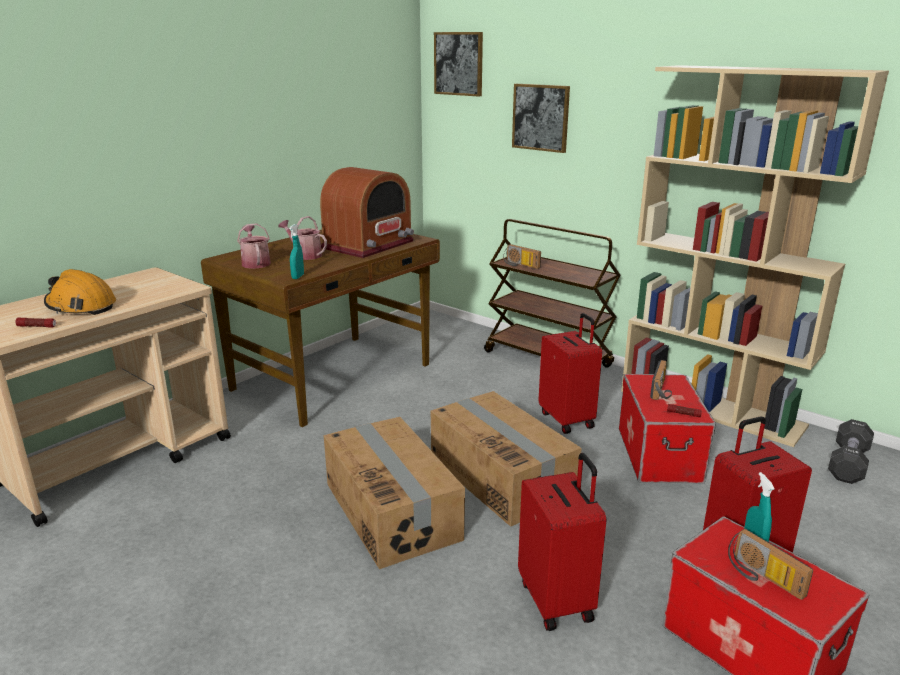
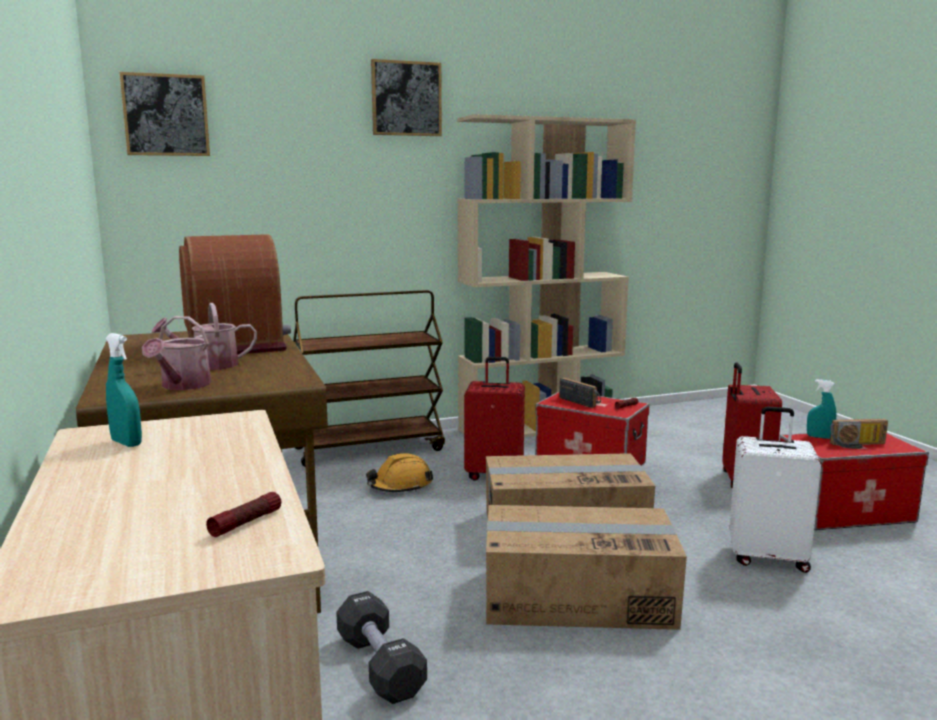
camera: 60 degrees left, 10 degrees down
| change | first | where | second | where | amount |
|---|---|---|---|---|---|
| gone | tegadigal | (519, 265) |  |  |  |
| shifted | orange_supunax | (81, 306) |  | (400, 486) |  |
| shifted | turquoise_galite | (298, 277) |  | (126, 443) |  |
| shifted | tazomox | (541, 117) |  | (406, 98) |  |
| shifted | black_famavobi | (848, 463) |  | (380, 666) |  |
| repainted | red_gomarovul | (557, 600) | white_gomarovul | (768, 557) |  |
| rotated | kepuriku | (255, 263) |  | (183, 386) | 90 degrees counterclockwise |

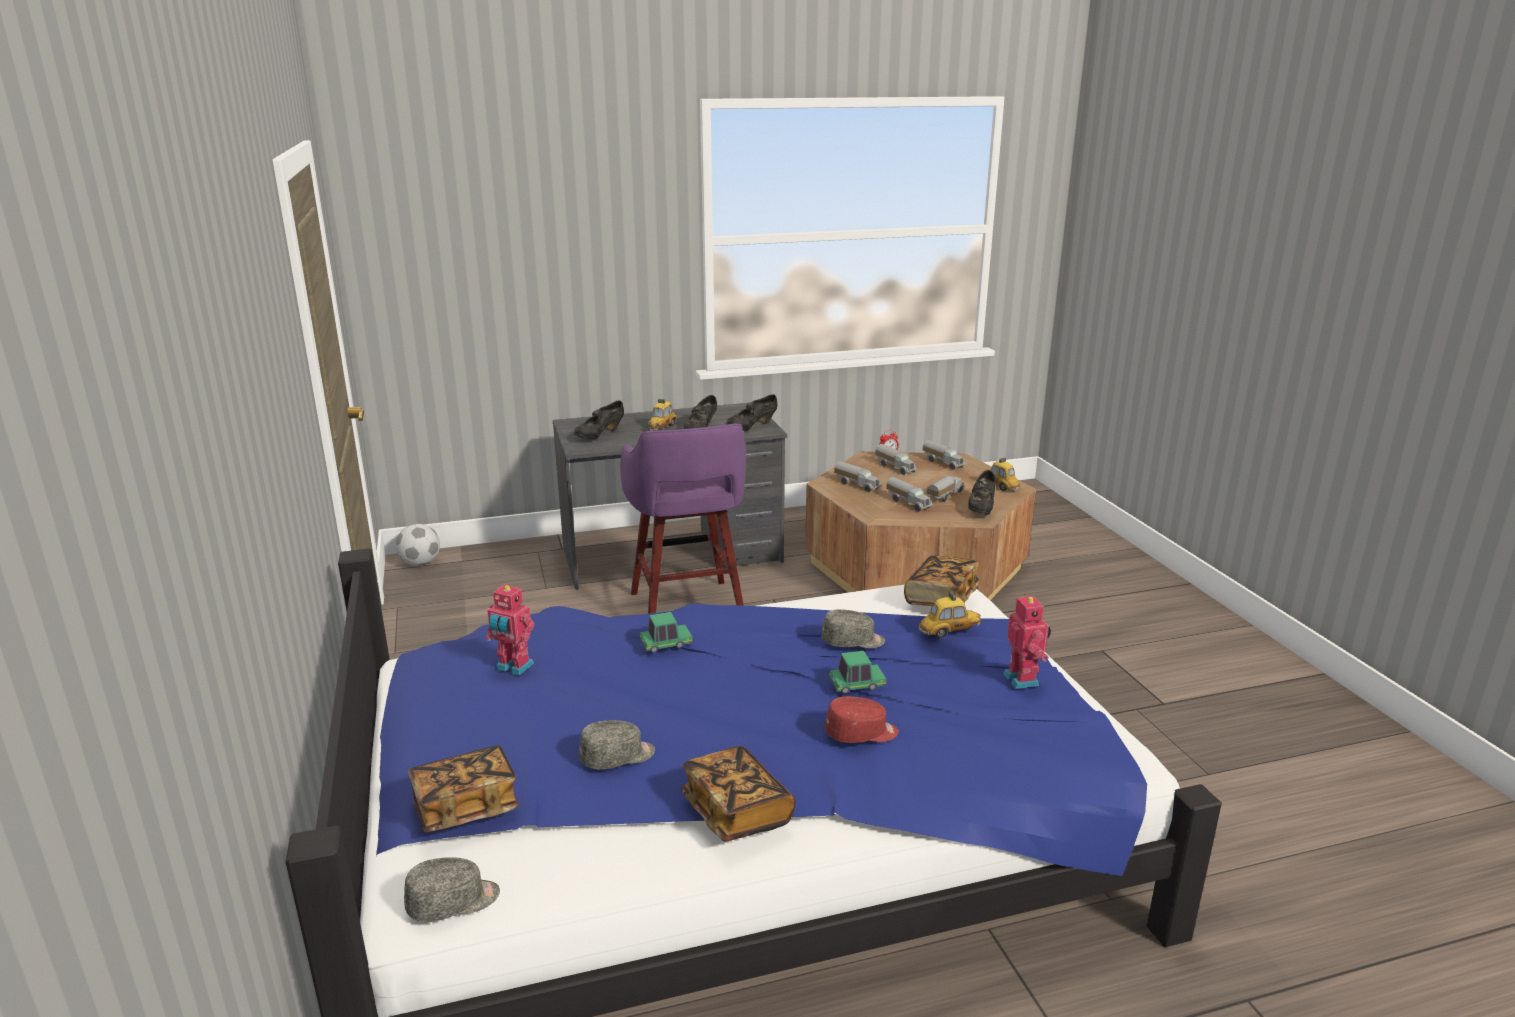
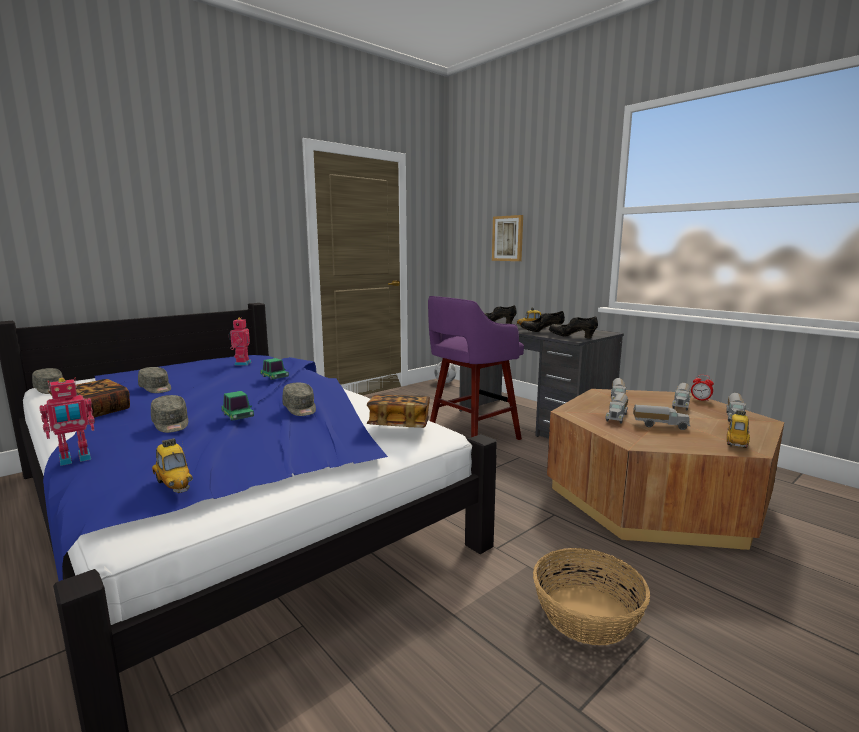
camera: 65 degrees right, 10 degrees down
| change | first | where | second | where | amount |
|---|---|---|---|---|---|
| gone | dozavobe | (466, 807) |  |  |  |
| gone | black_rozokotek | (981, 509) |  |  |  |
| new |  |  | tazomox | (508, 238) |  |
| new |  |  | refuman | (586, 615) |  |
| shifted | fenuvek | (949, 631) |  | (174, 485) |  |
| shifted | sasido | (1023, 679) |  | (75, 459) |  |
| repainted | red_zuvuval | (861, 733) | grey_zuvuval | (171, 424) |  |

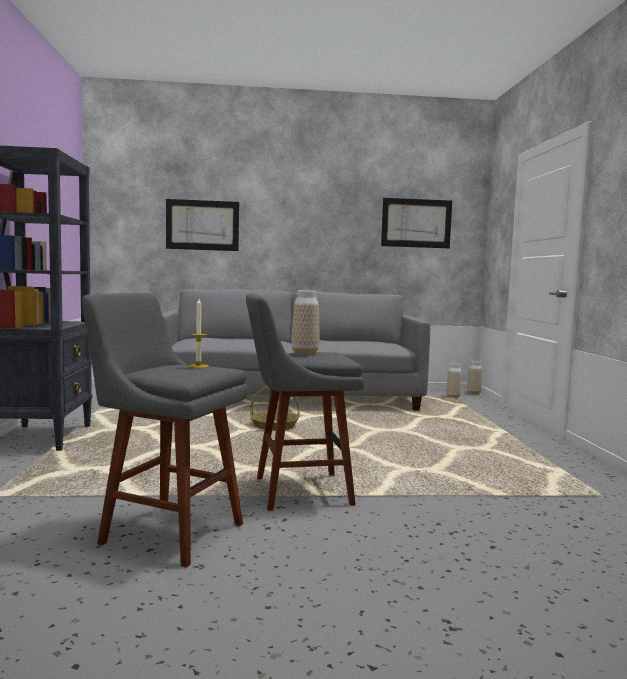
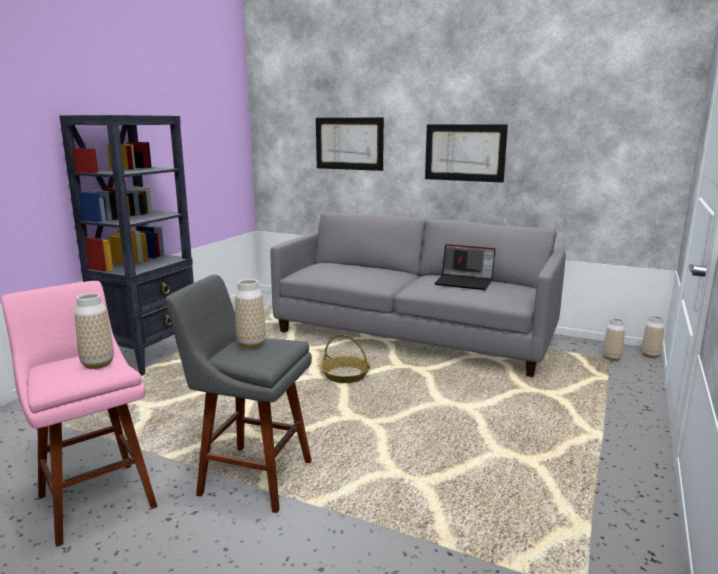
camera: 30 degrees right, 10 degrees up
| change | first | where | second | where | amount |
|---|---|---|---|---|---|
| new |  |  | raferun | (465, 282) |  |
| shifted | tazomox | (416, 223) |  | (464, 152) |  |
| swapped | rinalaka | (198, 366) | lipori | (98, 364) |  |
| repainted | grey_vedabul | (167, 532) | pink_vedabul | (95, 497) |  |

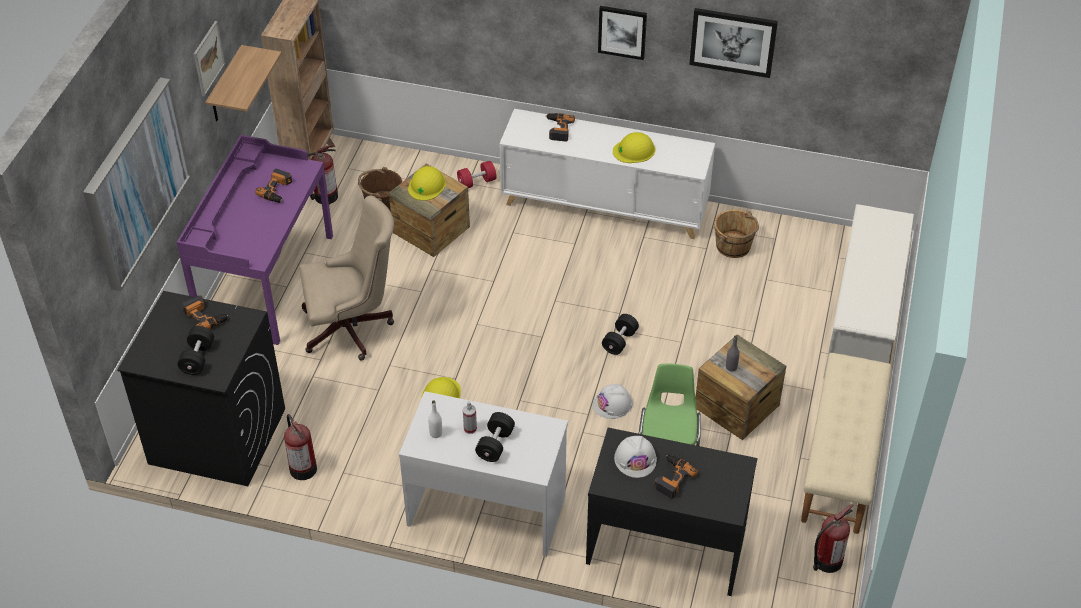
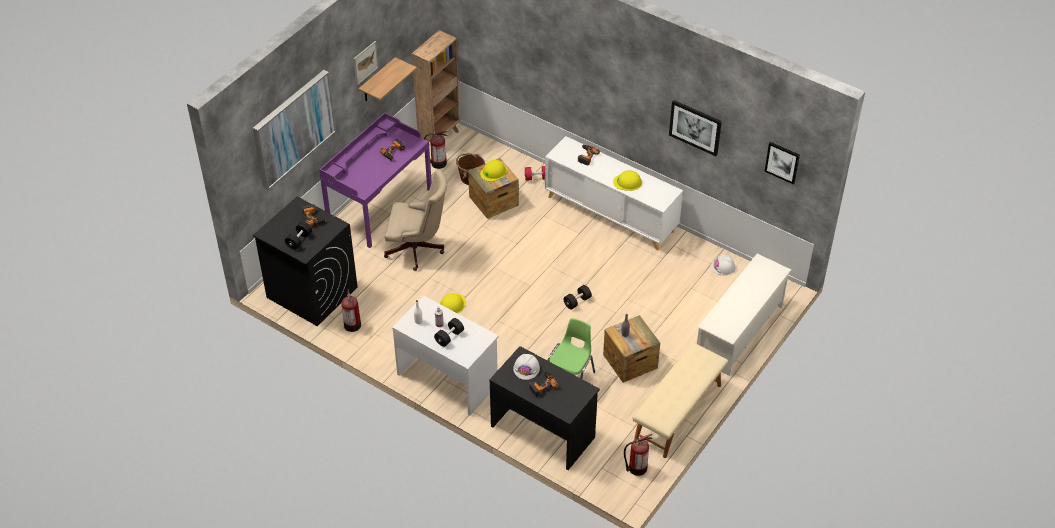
camera: 20 degrees right, 0 degrees up
| change | first | where | second | where | amount |
|---|---|---|---|---|---|
| gone | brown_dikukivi | (733, 246) |  |  |  |
| shifted | white_supunax | (612, 404) |  | (723, 267) |  |
| shifted | tazomox | (622, 31) |  | (782, 162) |  |

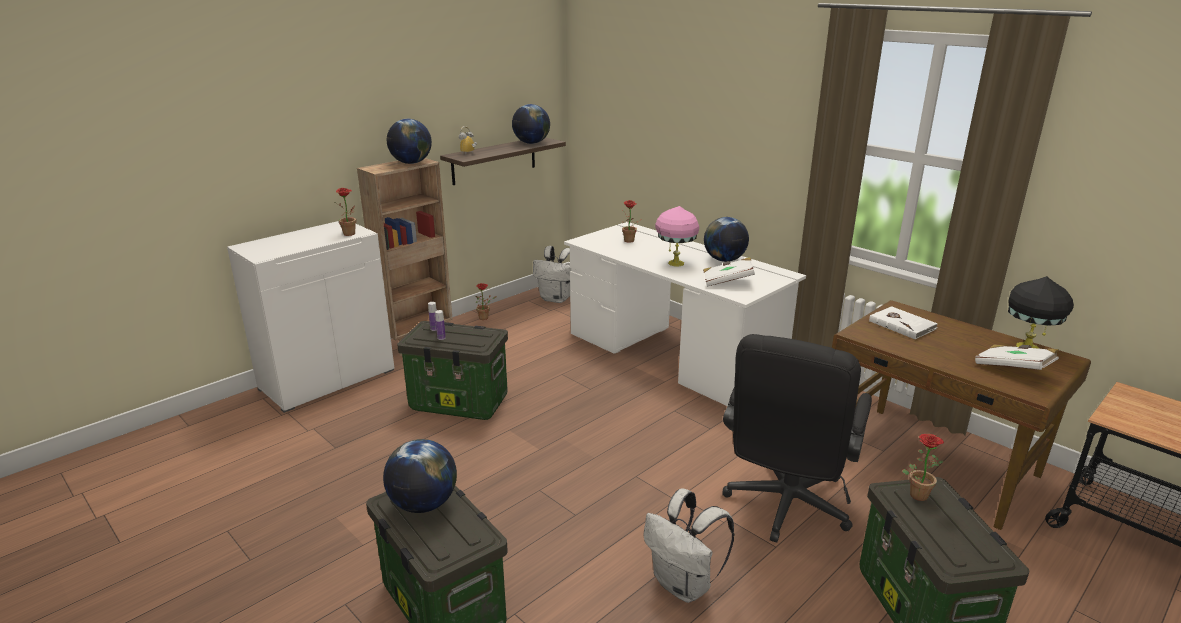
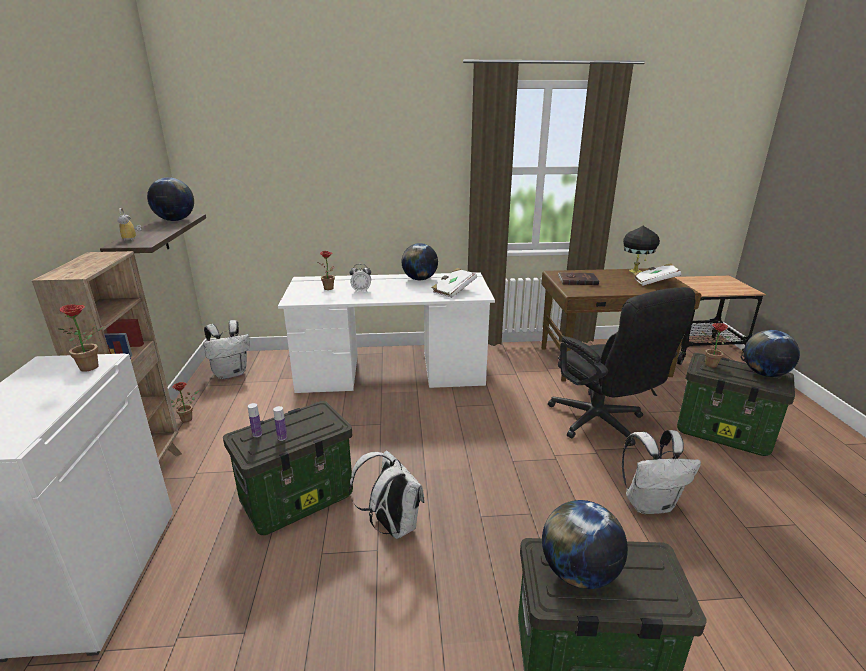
camera: 50 degrees left, 0 degrees up
| change | first | where | second | where | amount |
|---|---|---|---|---|---|
| gone | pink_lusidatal | (675, 263) |  |  |  |
| new |  |  | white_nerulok | (391, 525) |  |
| new |  |  | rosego | (361, 291) |  |
| shifted | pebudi | (411, 163) |  | (764, 374) |  |
| repainted | white_dozavobe | (902, 324) | brown_dozavobe | (577, 280) |  |

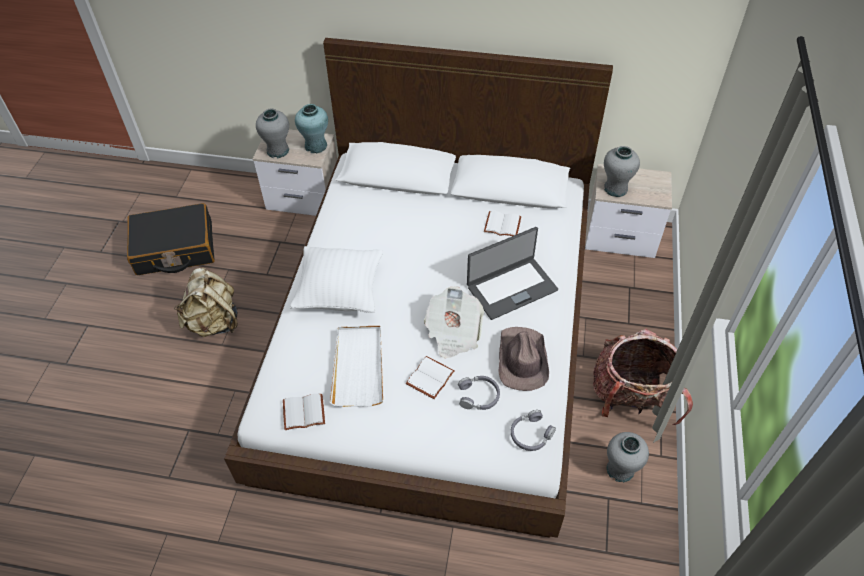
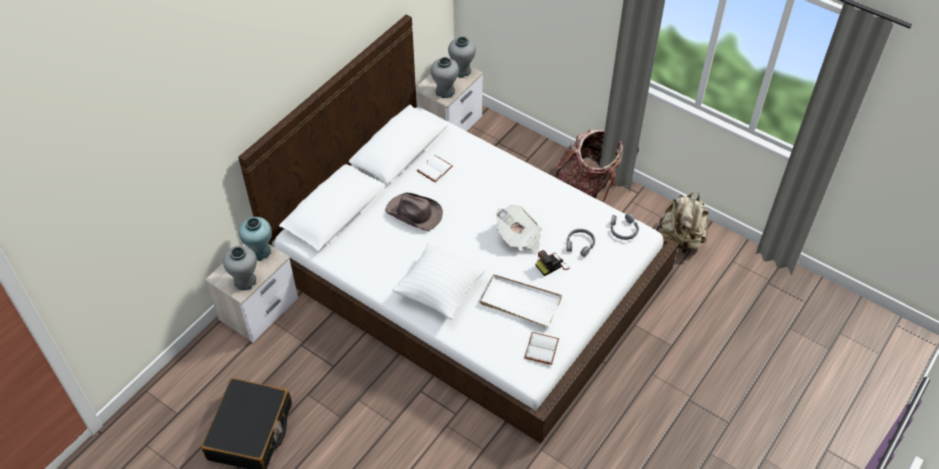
camera: 65 degrees left, 0 degrees up
| change | first | where | second | where | amount |
|---|---|---|---|---|---|
| gone | raferun | (511, 287) |  |  |  |
| shifted | beige_nerulok | (214, 322) |  | (681, 239) |  |
| shifted | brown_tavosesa | (522, 360) |  | (414, 213) |  |
| shifted | grey_lipori | (620, 470) |  | (461, 71) |  |
| swapped | white_dozavobe | (431, 379) | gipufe | (552, 265) |  |

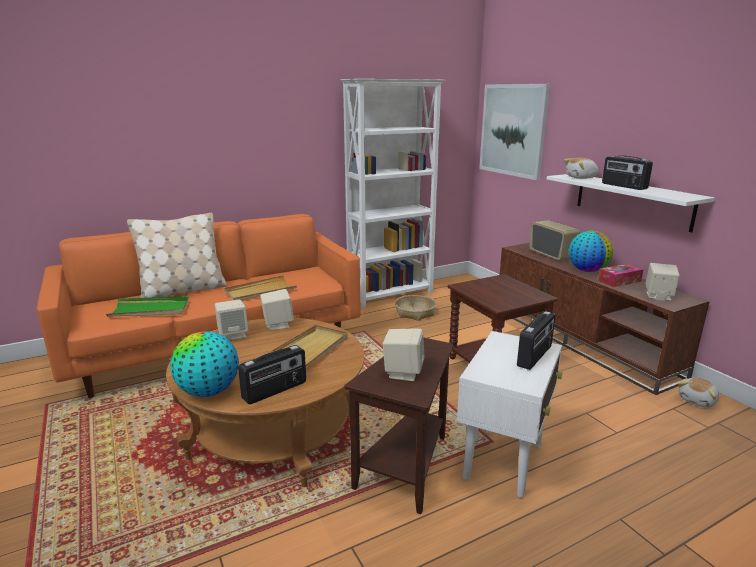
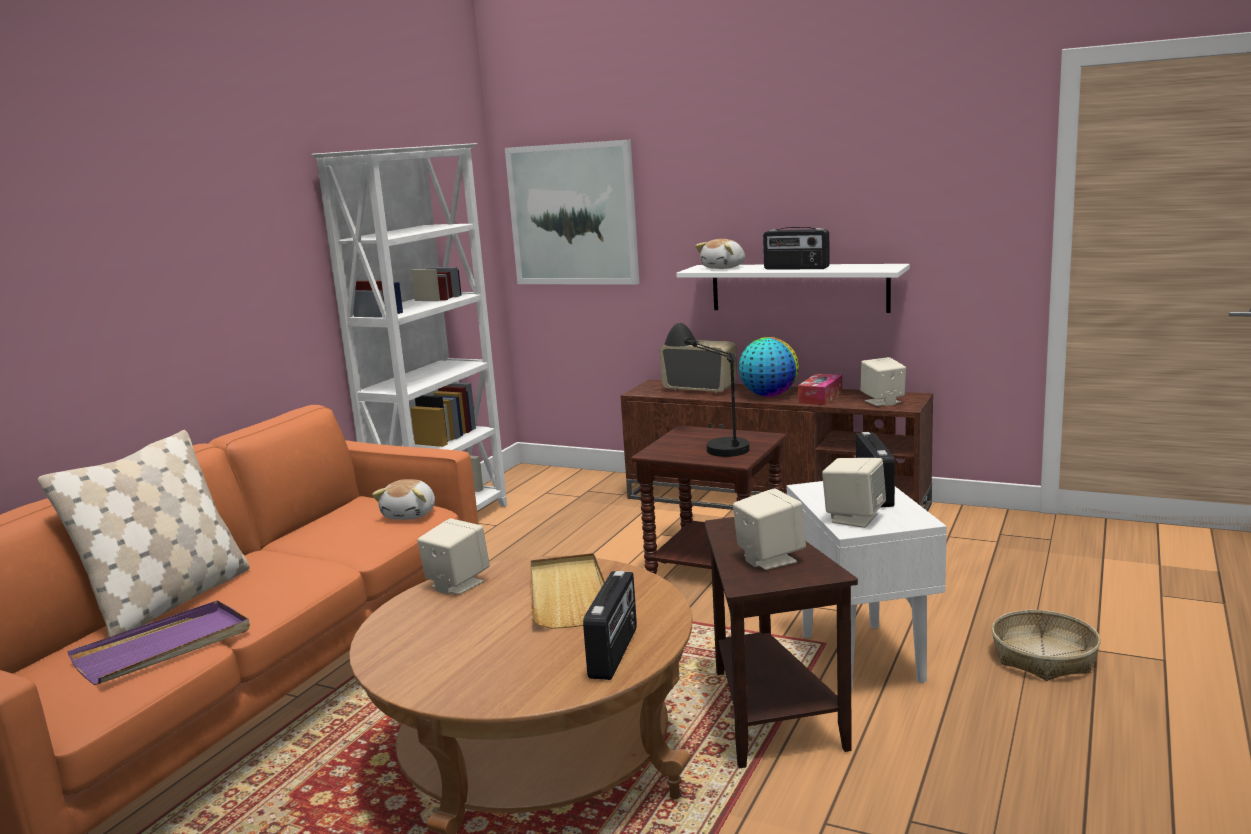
camera: 35 degrees left, 5 degrees down
| change | first | where | second | where | amount |
|---|---|---|---|---|---|
| gone | pebudi | (208, 392) |  |  |  |
| gone | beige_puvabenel | (260, 291) |  |  |  |
| new |  |  | black_lusidatal | (708, 441) |  |
| shifted | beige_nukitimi | (233, 335) |  | (854, 518) |  |
| shifted | refuman | (415, 313) |  | (1044, 657) |  |
| shifted | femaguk | (698, 400) |  | (411, 514) |  |
| repainted | green_puvabenel | (150, 310) | purple_puvabenel | (164, 647) |  |

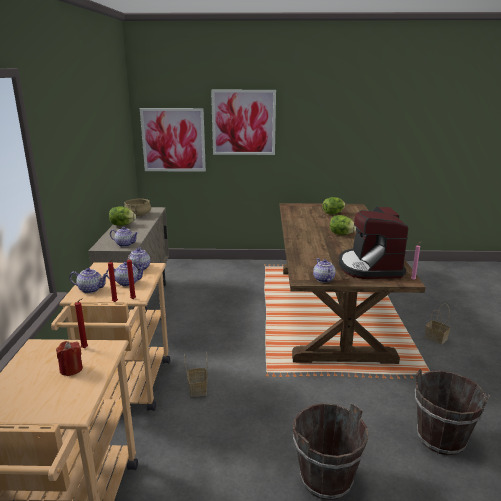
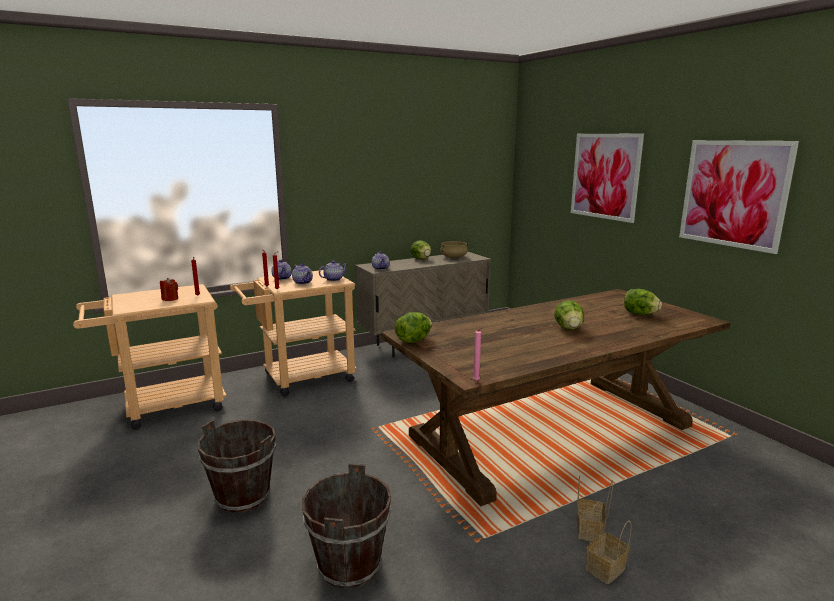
camera: 60 degrees right, 5 degrees down
| change | first | where | second | where | amount |
|---|---|---|---|---|---|
| gone | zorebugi | (369, 267) |  |  |  |
| shifted | tazomox | (173, 140) |  | (733, 194) |  |
| shifted | refuman | (197, 389) |  | (605, 567) |  |
| swapped | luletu | (323, 279) | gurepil | (413, 340) |  |

